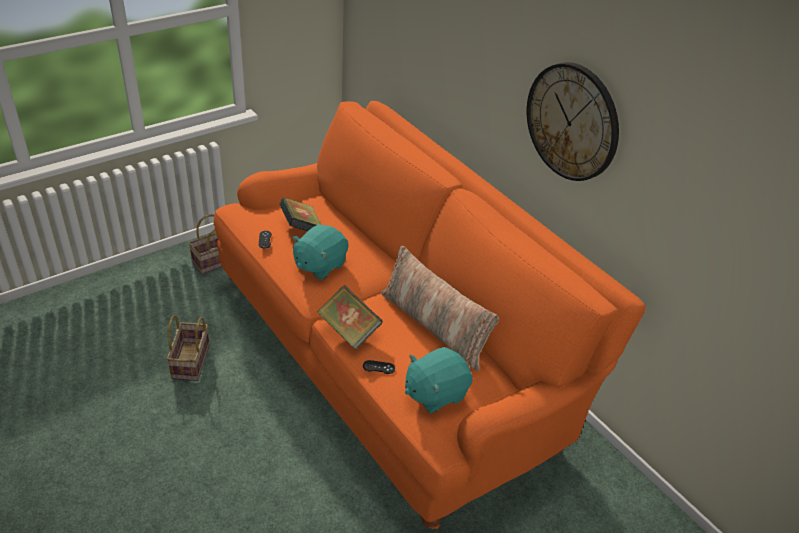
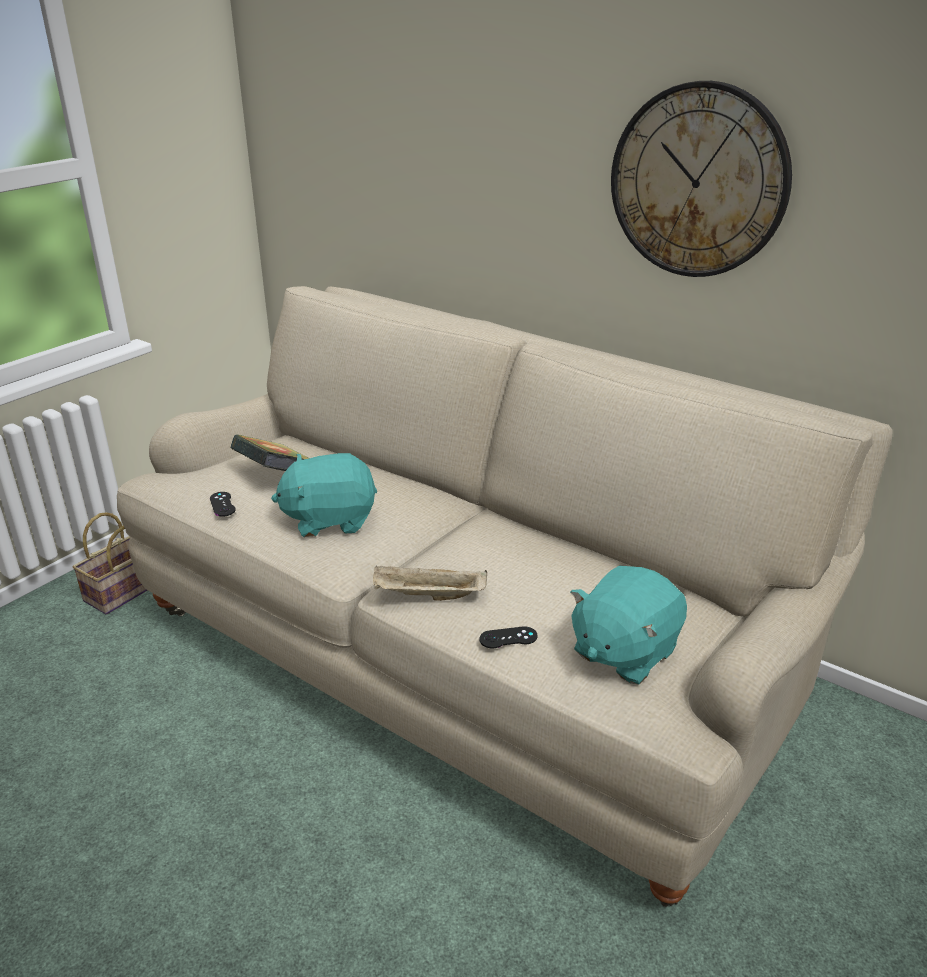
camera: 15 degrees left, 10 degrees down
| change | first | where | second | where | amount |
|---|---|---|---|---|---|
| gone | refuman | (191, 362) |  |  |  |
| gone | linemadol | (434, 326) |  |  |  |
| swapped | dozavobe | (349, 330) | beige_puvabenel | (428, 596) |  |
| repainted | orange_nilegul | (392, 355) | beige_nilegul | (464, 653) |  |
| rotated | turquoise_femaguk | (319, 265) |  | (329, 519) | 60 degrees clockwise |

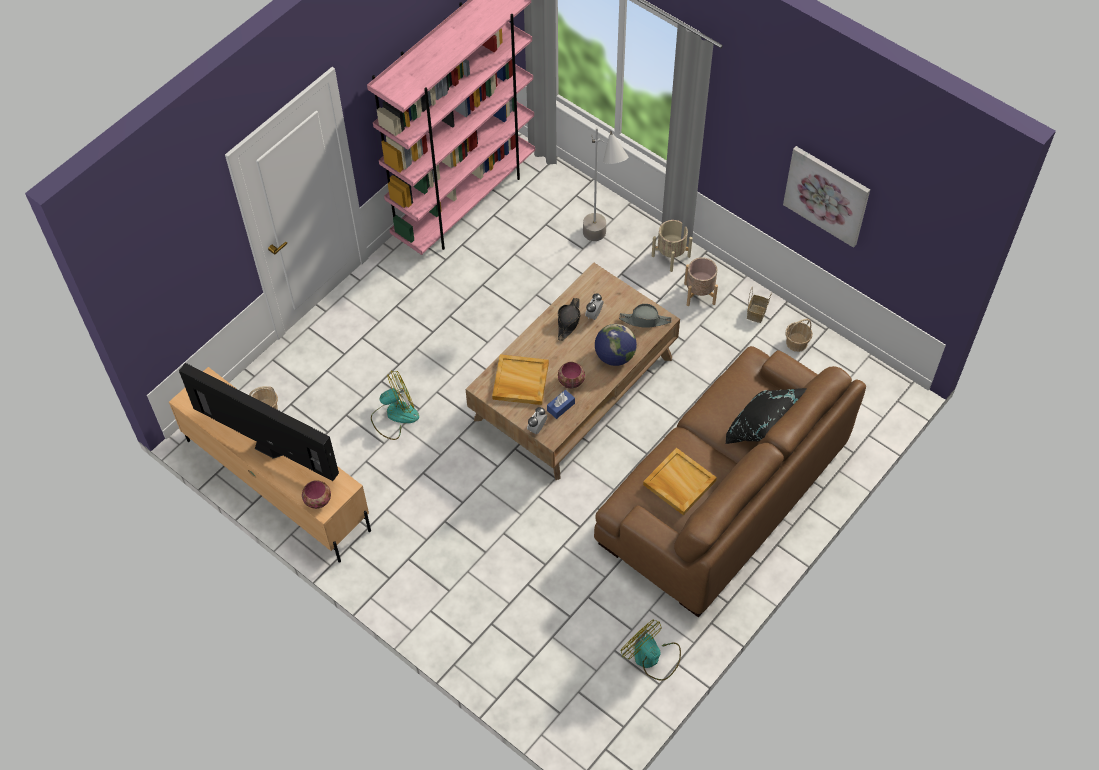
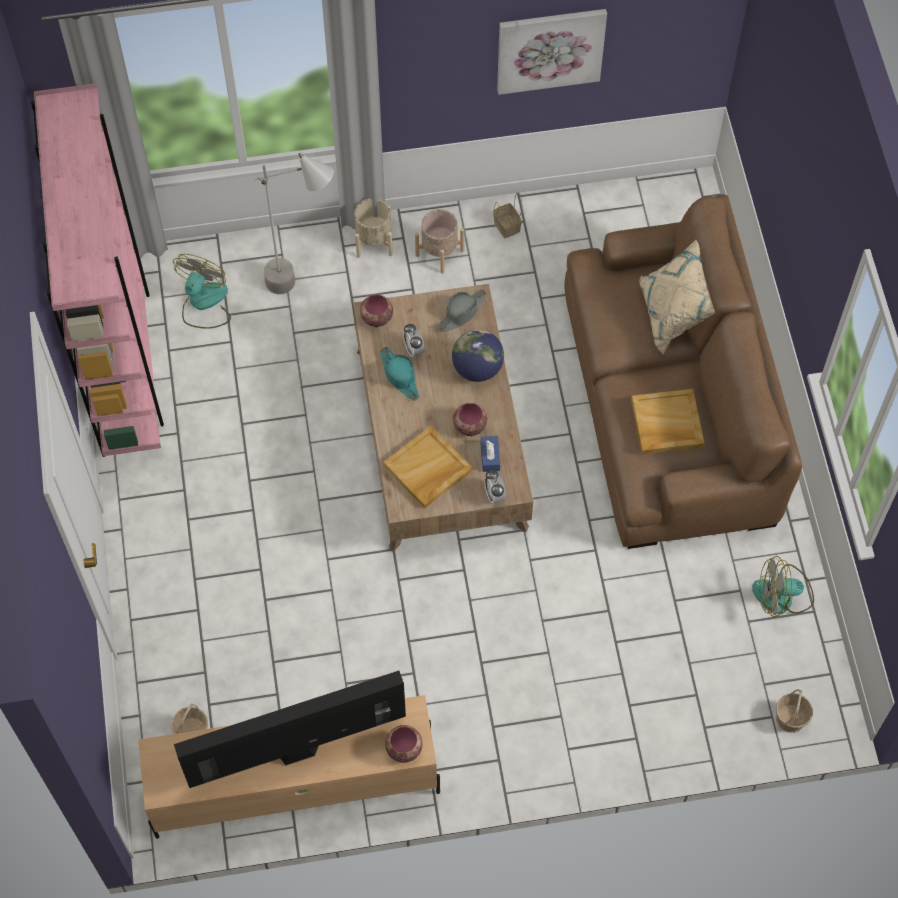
camera: 50 degrees left, 5 degrees up
| change | first | where | second | where | amount |
|---|---|---|---|---|---|
| new |  |  | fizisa | (376, 318) |  |
| shifted | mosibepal | (394, 416) |  | (204, 303) |  |
| shifted | refuman | (797, 342) |  | (791, 718) |  |
| repainted | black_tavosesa | (568, 321) | turquoise_tavosesa | (400, 376) |  |
| repainted | black_linemadol | (763, 430) | beige_linemadol | (674, 314) |  |

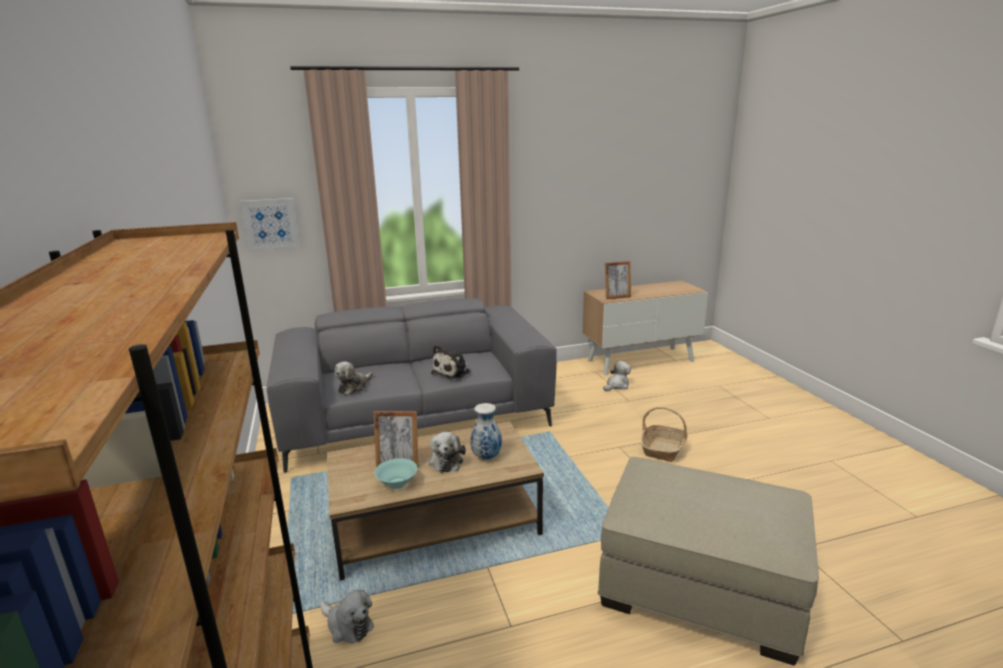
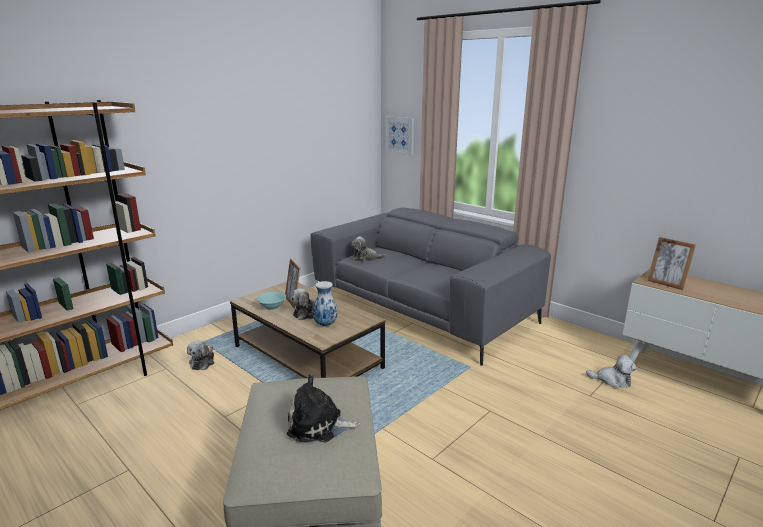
camera: 60 degrees right, 0 degrees up
| change | first | where | second | where | amount |
|---|---|---|---|---|---|
| gone | refuman | (663, 449) |  |  |  |
| shifted | femaguk | (453, 372) |  | (318, 425) |  |

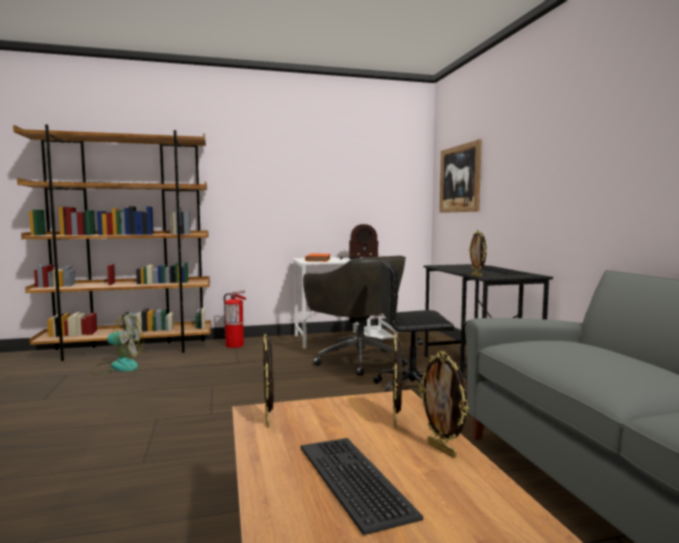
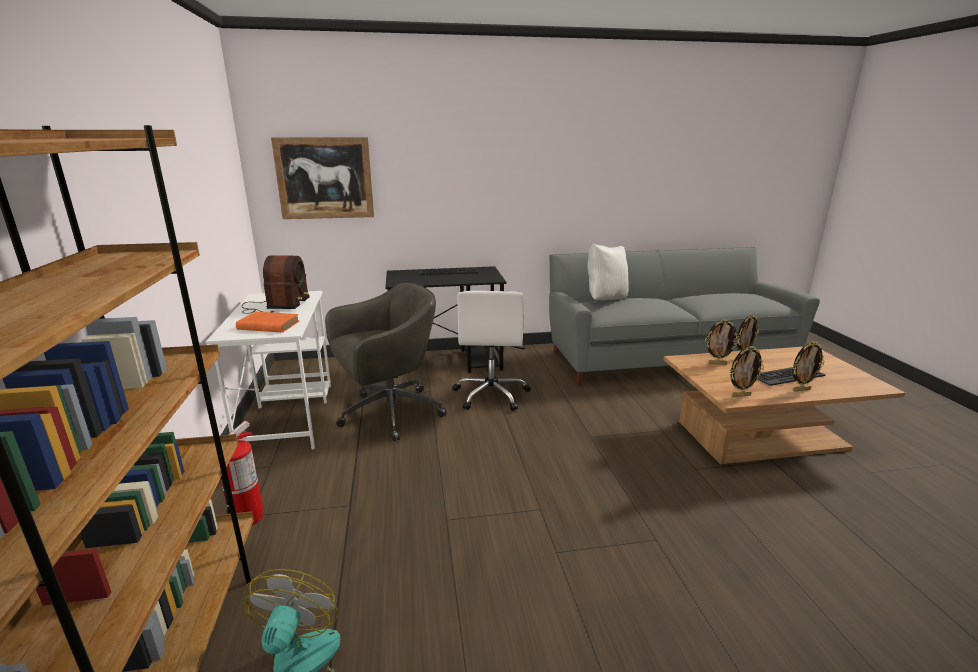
camera: 85 degrees left, 15 degrees up
| change | first | where | second | where | amount |
|---|---|---|---|---|---|
| new |  |  | white_linemadol | (605, 299) |  |
| shifted | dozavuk | (477, 276) |  | (801, 390) |  |
| repainted | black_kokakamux | (413, 391) | white_kokakamux | (491, 394) |  |

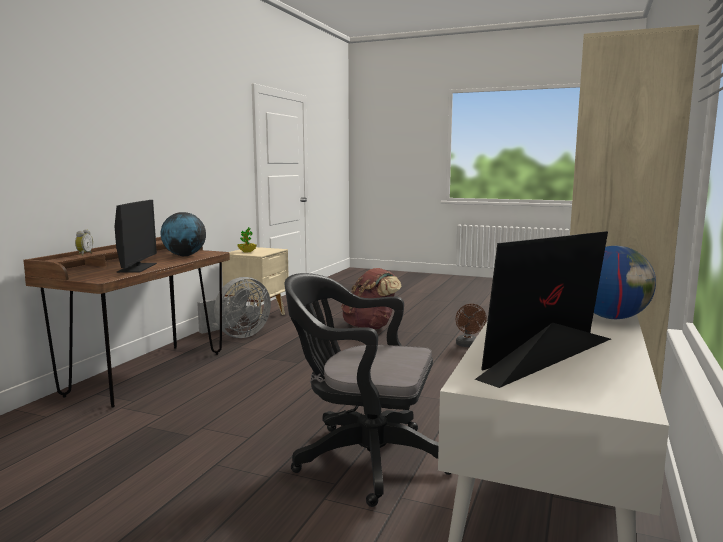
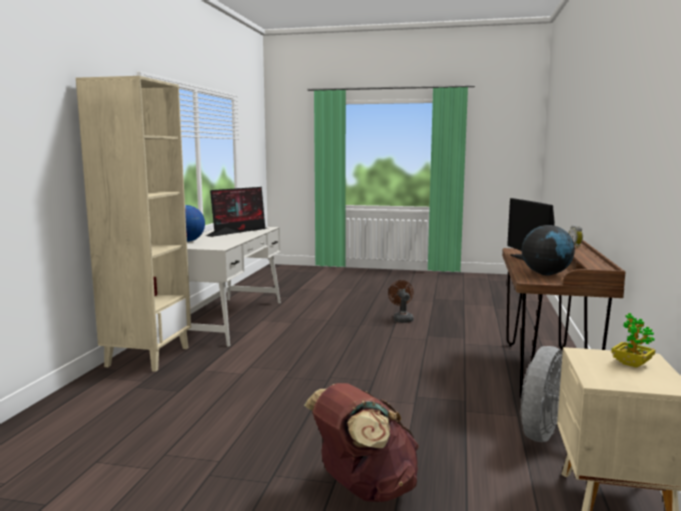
camera: 170 degrees right, 0 degrees up
| change | first | where | second | where | amount |
|---|---|---|---|---|---|
| gone | black_kokakamux | (363, 459) |  |  |  |
| shifted | brown_mosibepal | (468, 345) |  | (402, 319) |  |

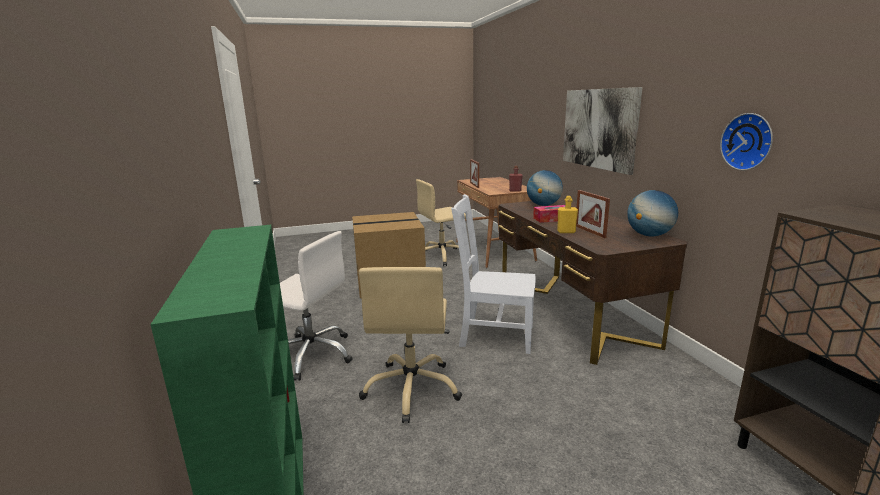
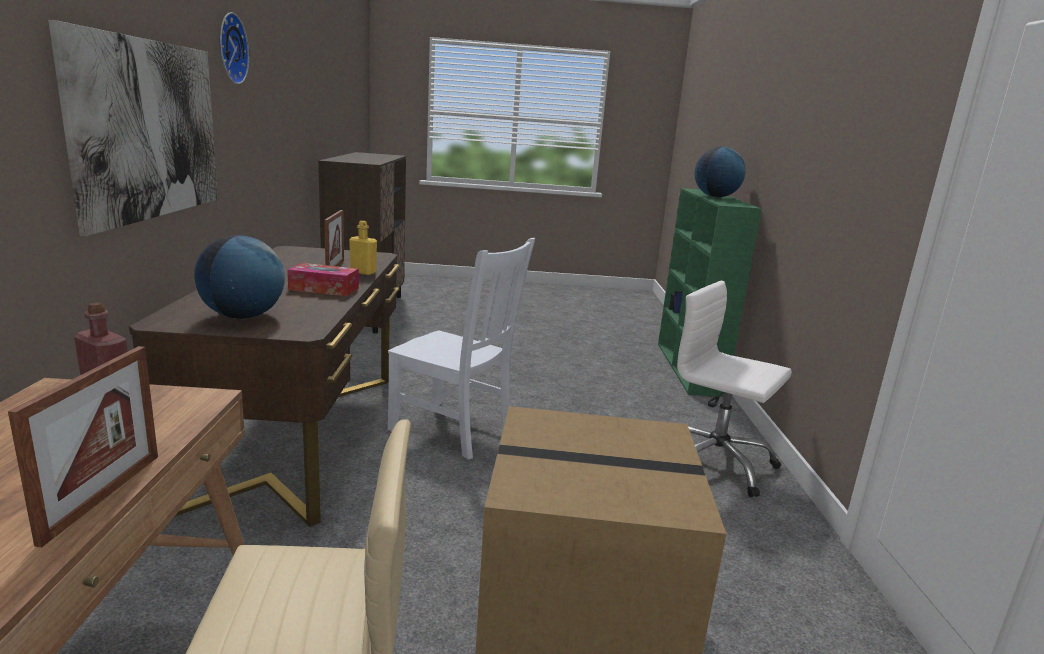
camera: 165 degrees left, 0 degrees up
| change | first | where | second | where | amount |
|---|---|---|---|---|---|
| gone | beige_kokakamux | (412, 389) |  |  |  |
| shifted | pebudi | (649, 235) |  | (715, 197) |  |
| shifted | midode | (748, 141) |  | (229, 48) |  |

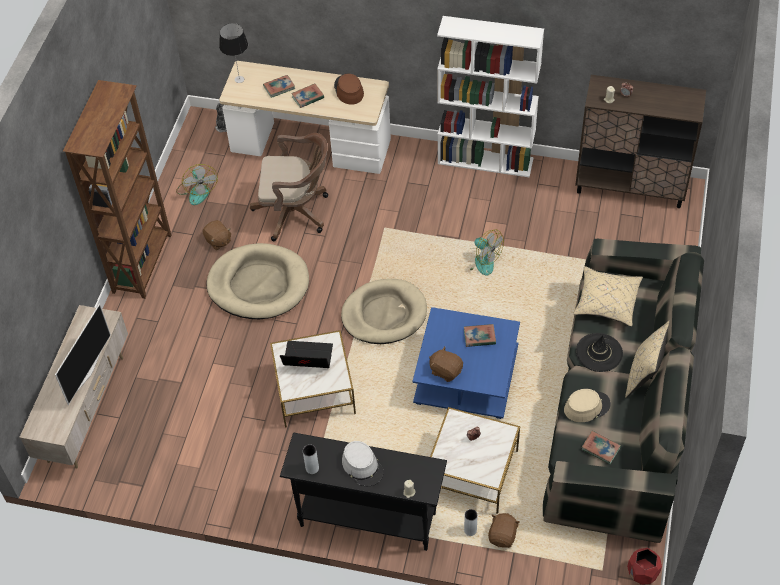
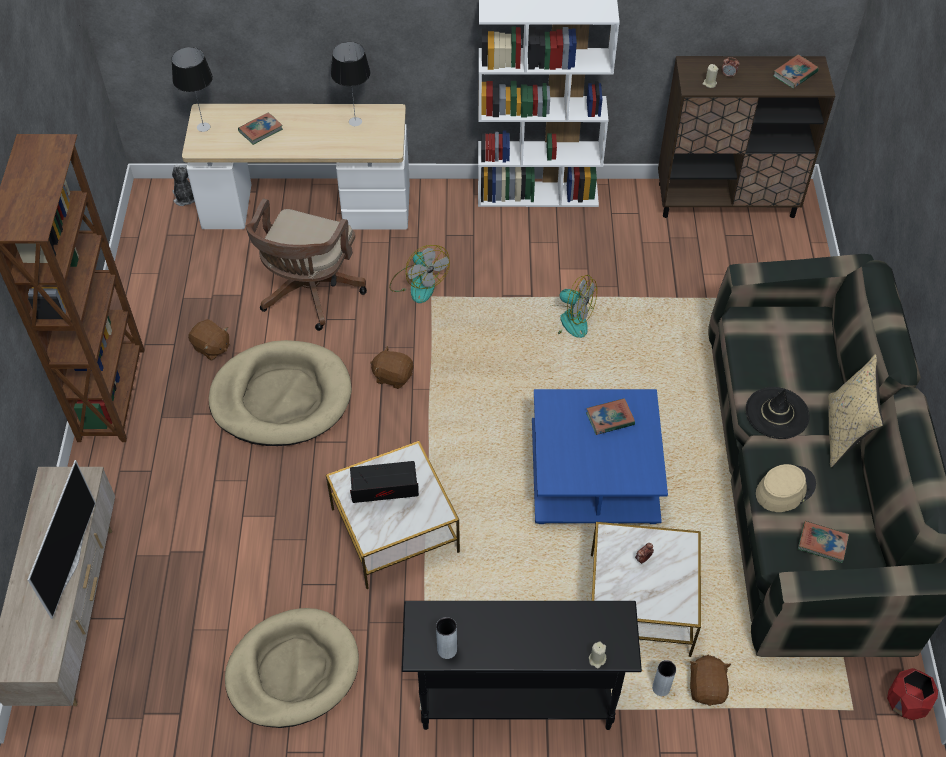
camera: 15 degrees left, 0 degrees up
| change | first | where | second | where | amount |
|---|---|---|---|---|---|
| gone | grey_tavosesa | (362, 466) |  |  |  |
| gone | beige_linemadol | (606, 302) |  |  |  |
| shifted | mosibepal | (197, 191) |  | (418, 283) |  |
| shifted | dozavobe | (308, 97) |  | (795, 74) |  |
| shifted | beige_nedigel | (384, 314) |  | (293, 670) |  |
| shifted | brown_femaguk | (446, 370) |  | (393, 376) |  |
| swapped | brown_tavosesa | (348, 90) | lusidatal | (355, 122) |  |
| rotated | brown_kokakamux | (296, 212) |  | (309, 294) | 120 degrees clockwise |

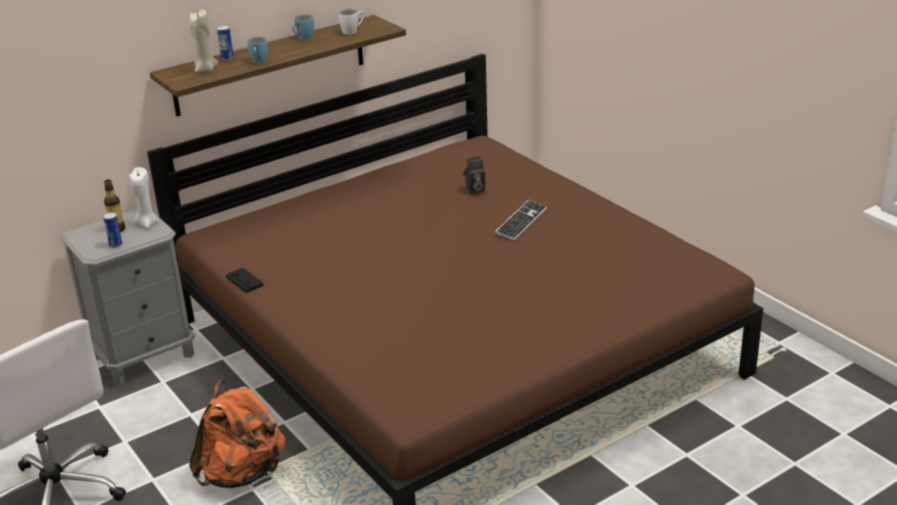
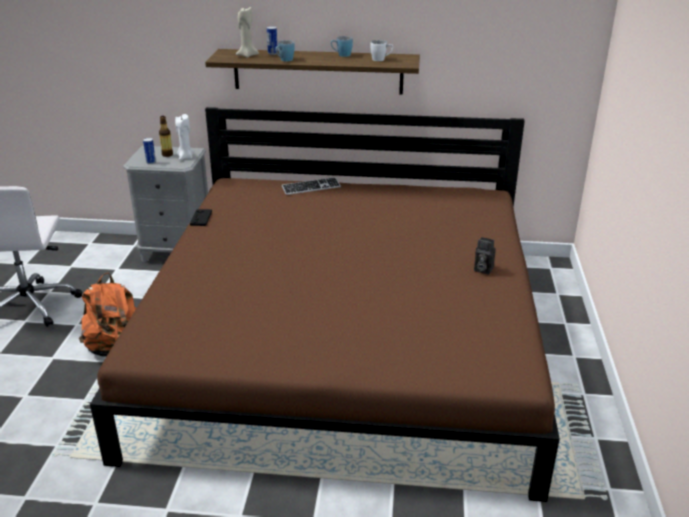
camera: 40 degrees right, 0 degrees up
| change | first | where | second | where | amount |
|---|---|---|---|---|---|
| shifted | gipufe | (474, 190) |  | (482, 269) |  |
| shifted | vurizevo | (521, 222) |  | (311, 187) |  |

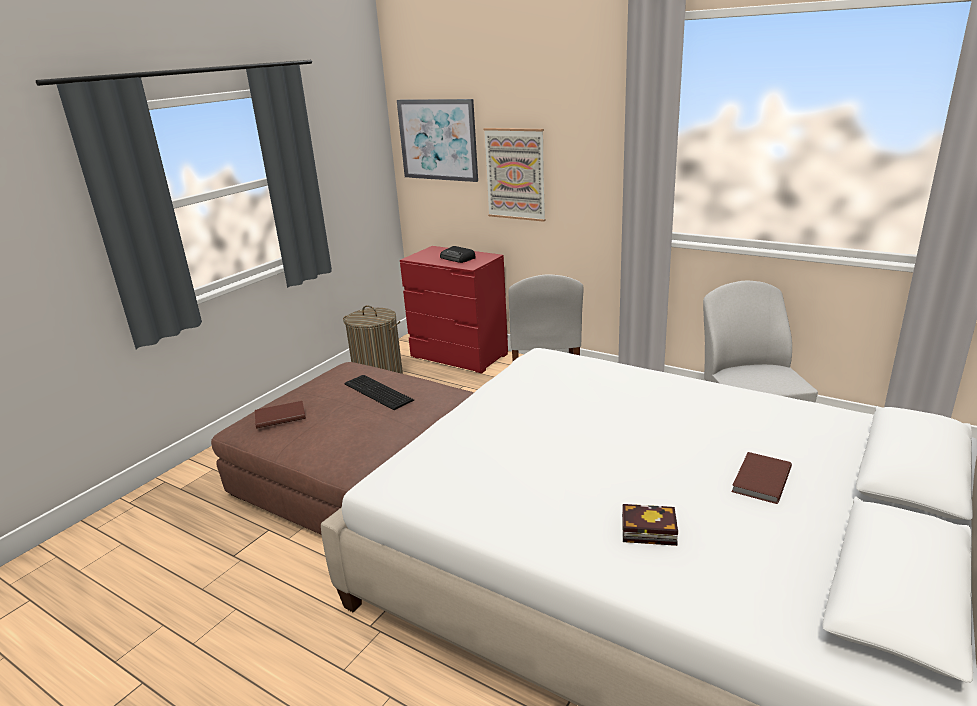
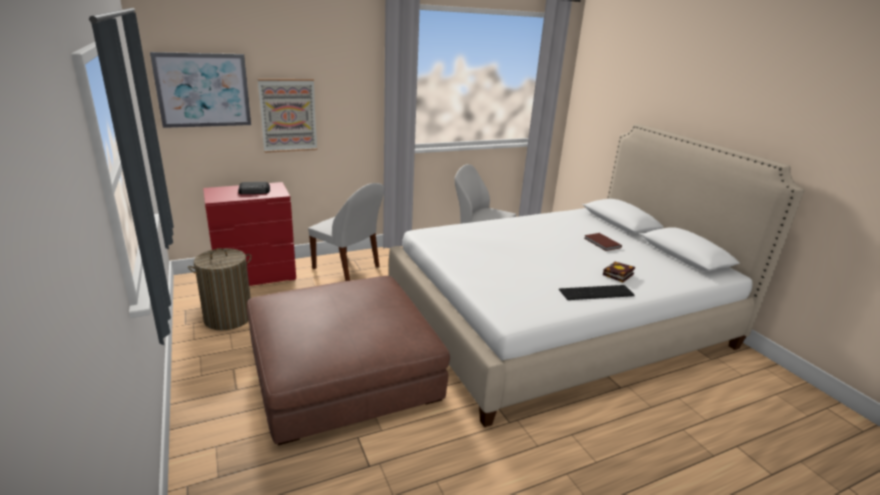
camera: 60 degrees left, 0 degrees up
| change | first | where | second | where | amount |
|---|---|---|---|---|---|
| gone | brown_dozavobe | (279, 416) |  |  |  |
| shifted | vurizevo | (377, 393) |  | (597, 293) |  |

